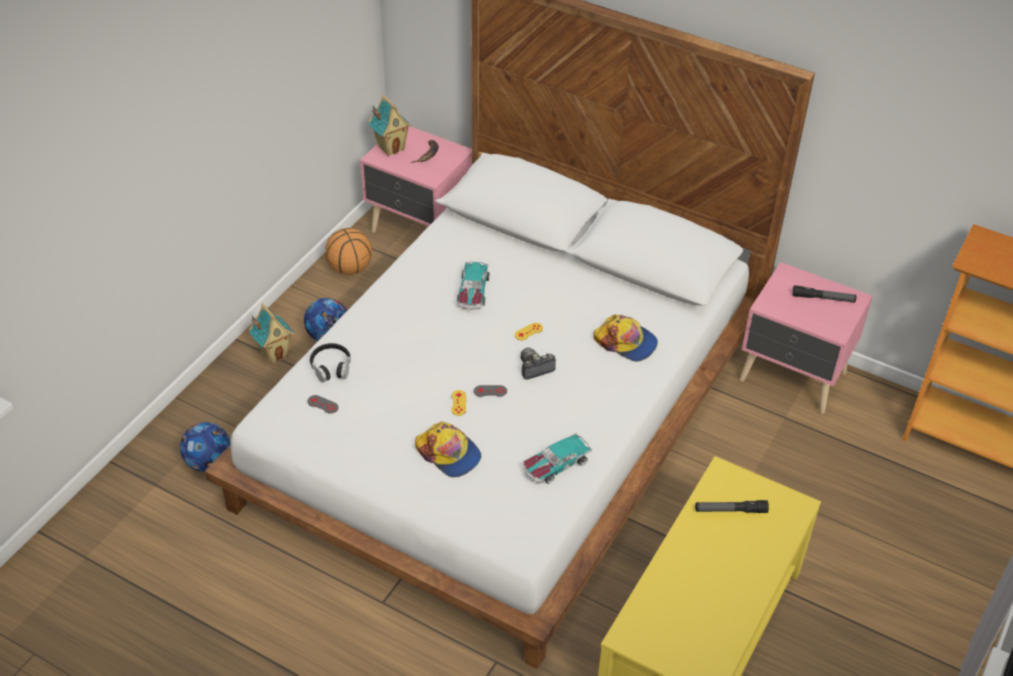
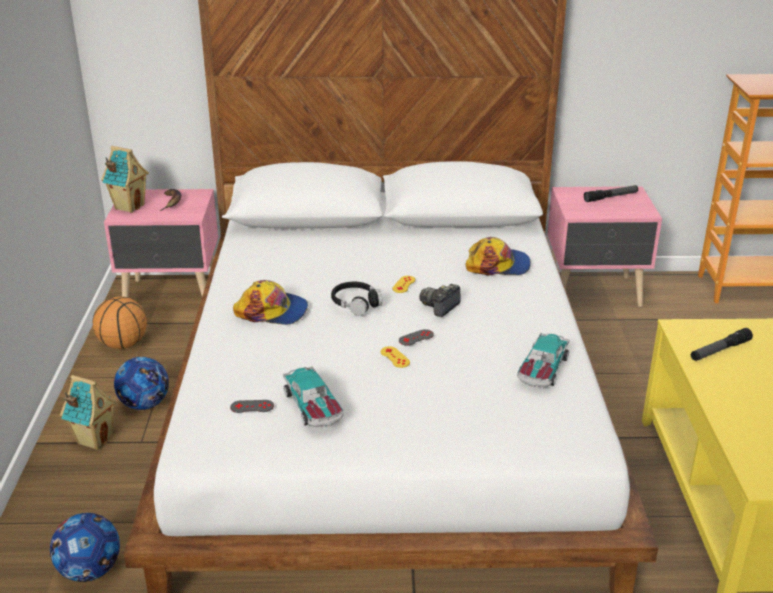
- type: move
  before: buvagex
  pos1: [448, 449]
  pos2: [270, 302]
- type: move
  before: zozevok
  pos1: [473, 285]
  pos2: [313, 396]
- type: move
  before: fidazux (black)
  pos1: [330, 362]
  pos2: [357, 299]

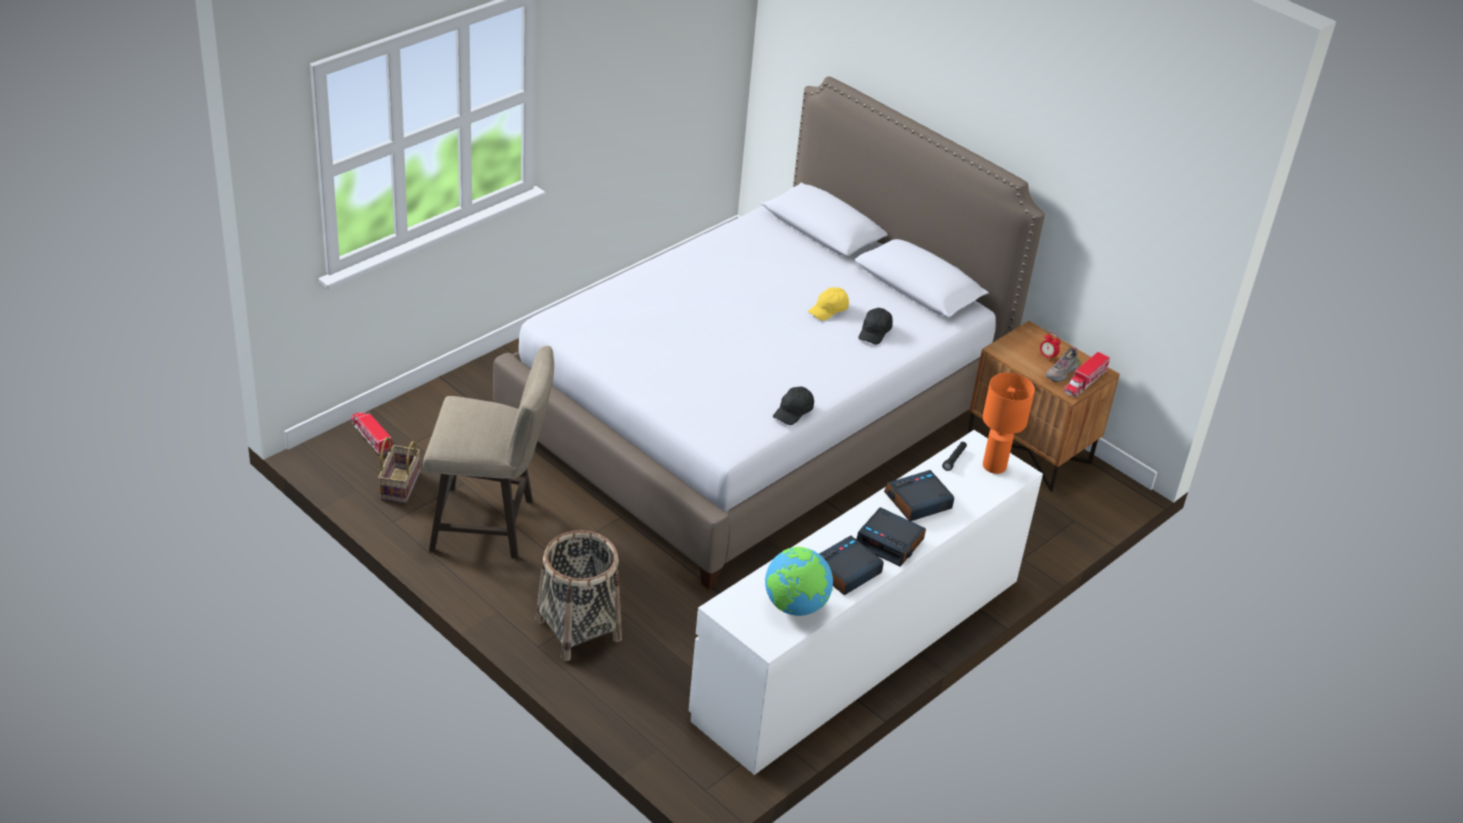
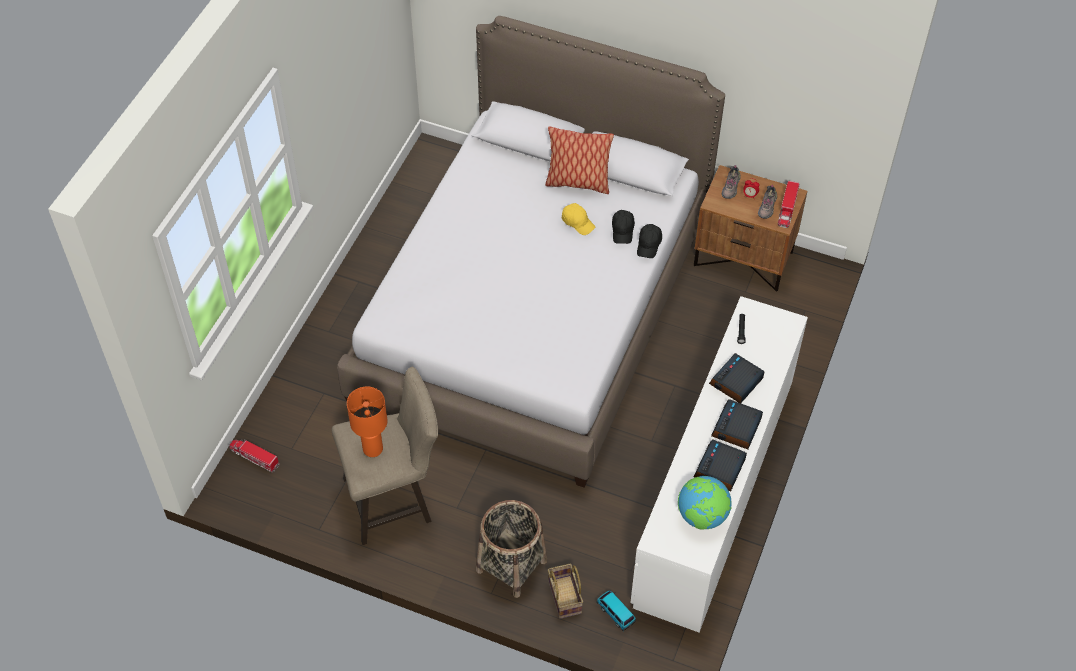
- type: move
  before: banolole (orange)
  pos1: [1009, 423]
  pos2: [367, 421]
- type: insert
  after: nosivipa
  pos2: [579, 160]
- type: move
  before: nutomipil
  pos1: [399, 470]
  pos2: [565, 591]
- type: rotate
  before: buvagex (yellow)
  pos1: [828, 304]
  pos2: [578, 219]
  turn: -75
- type: insert
  after: zozevok
  pos2: [616, 610]
- type: move
  before: buvagex (black)
  pos1: [793, 406]
  pos2: [649, 241]
- type: rotate
  before: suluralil
  pos1: [891, 537]
  pos2: [737, 424]
  turn: 105
- type: insert
  after: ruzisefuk
  pos2: [731, 182]

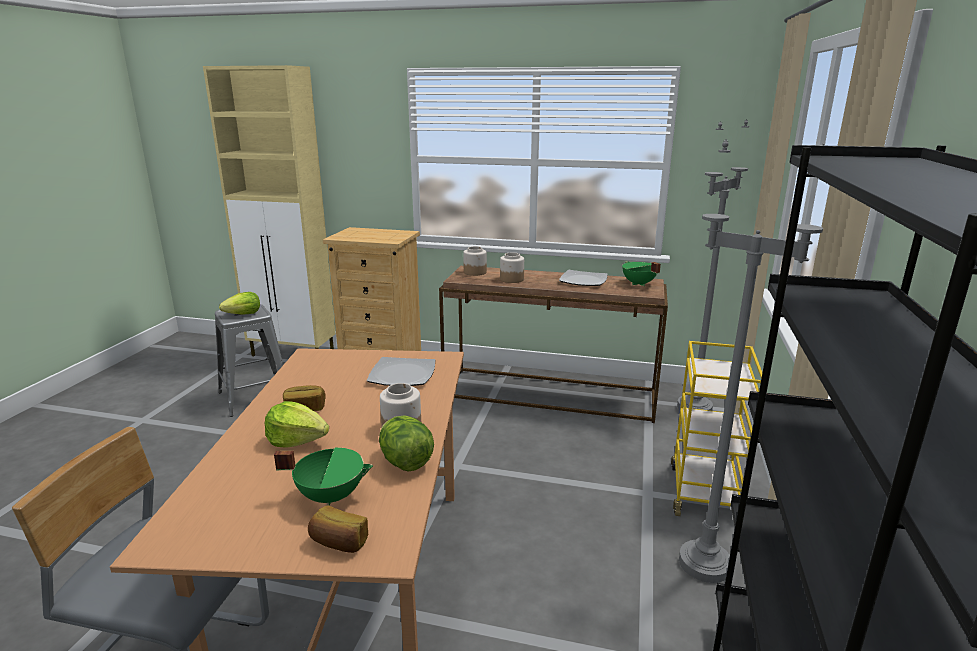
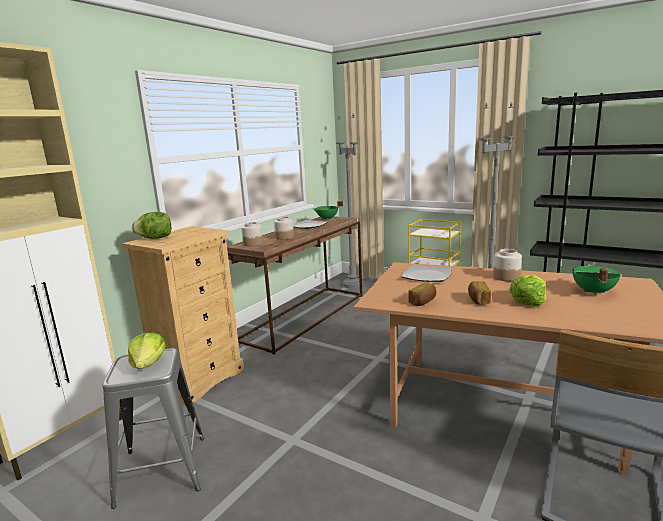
- type: move
  before: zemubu
  pos1: [406, 443]
  pos2: [151, 225]
- type: move
  before: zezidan
  pos1: [338, 529]
  pos2: [422, 294]

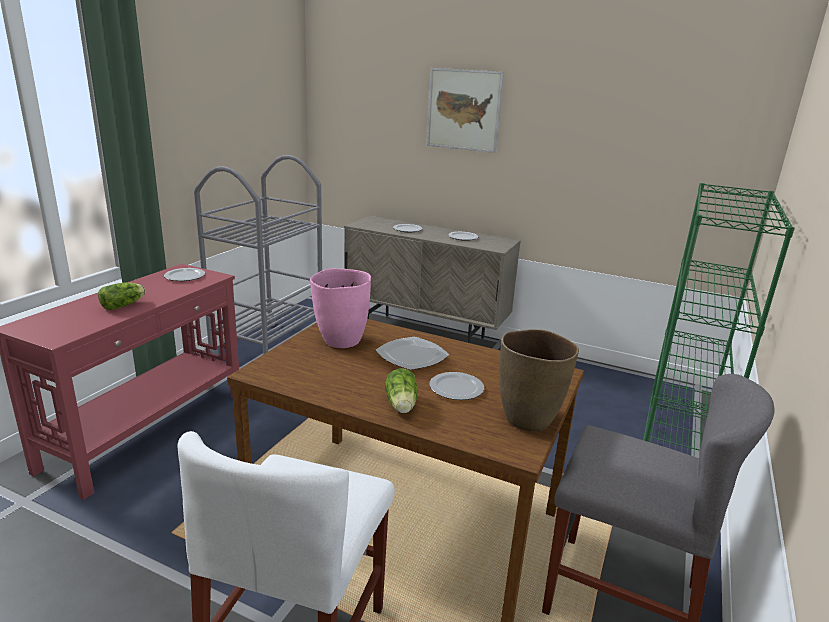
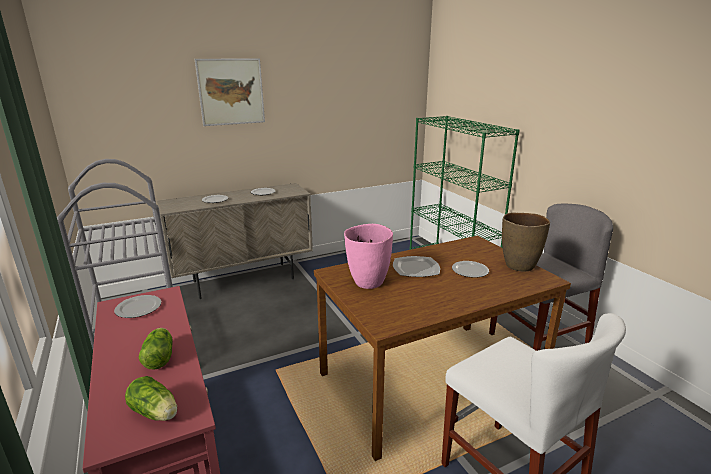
- type: move
  before: zemubu
  pos1: [401, 391]
  pos2: [151, 398]

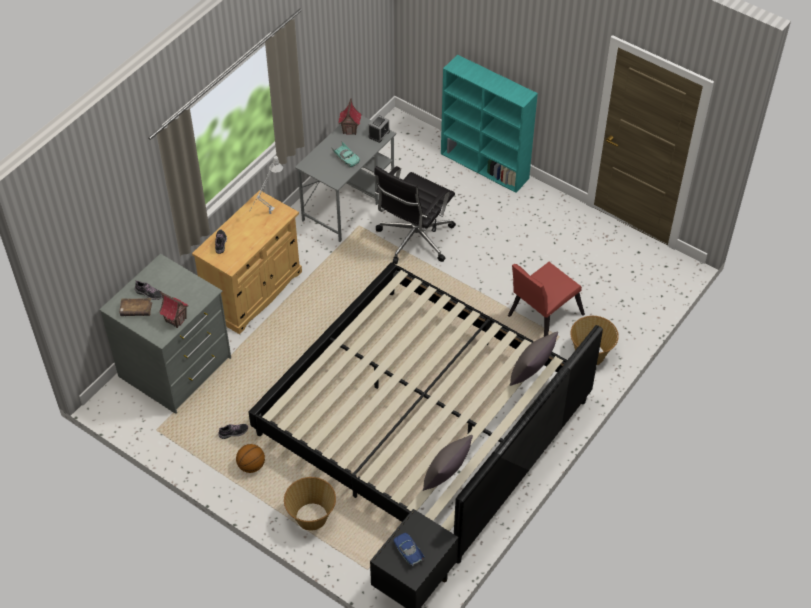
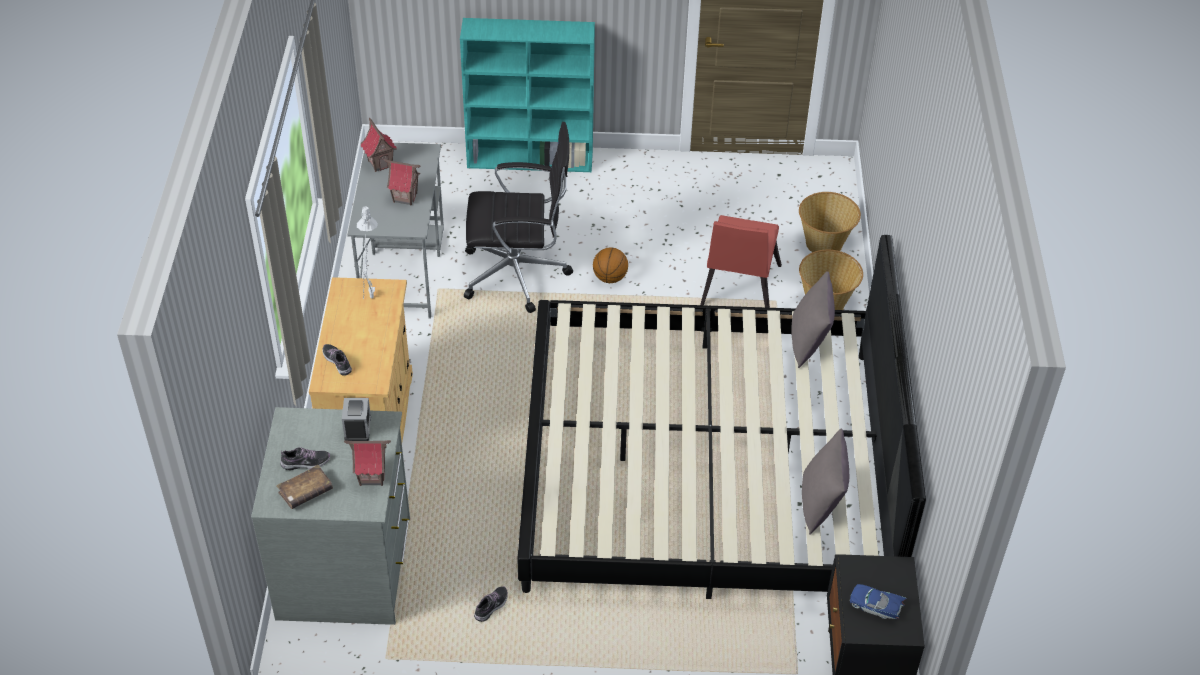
- type: move
  before: suluralil
  pos1: [379, 128]
  pos2: [356, 419]
- type: replace
  before: zozevok (turquoise)
  after: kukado
  pos1: [345, 154]
  pos2: [402, 182]
- type: rotate
  before: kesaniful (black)
  pos1: [415, 215]
  pos2: [518, 217]
  turn: -90
- type: move
  before: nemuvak
  pos1: [250, 458]
  pos2: [610, 265]
- type: move
  before: nutomipil
  pos1: [310, 503]
  pos2: [830, 222]

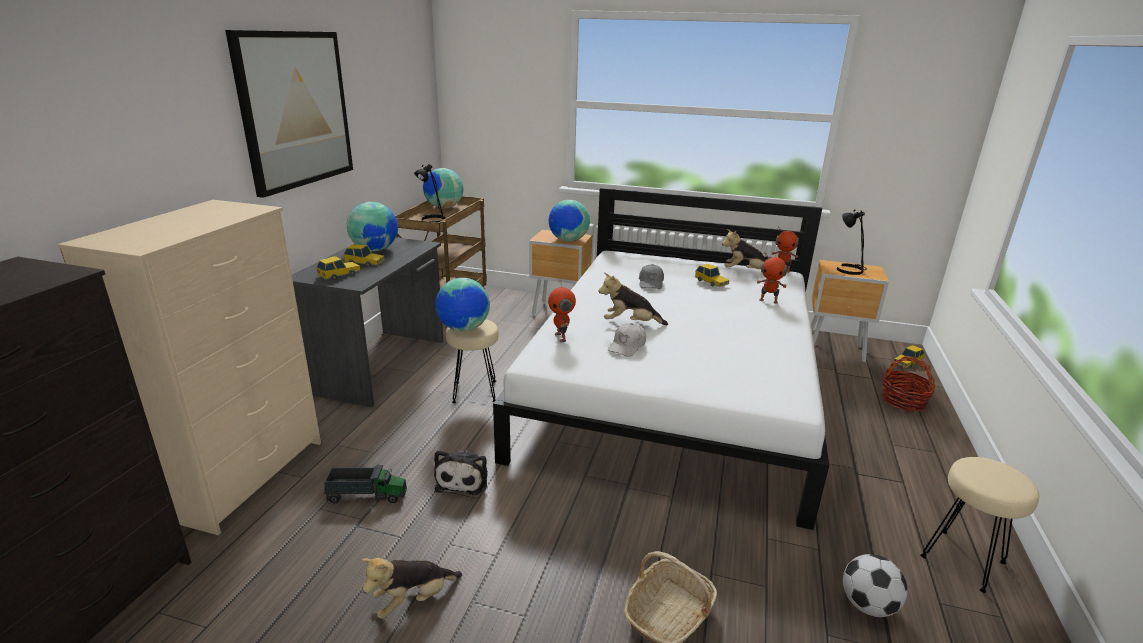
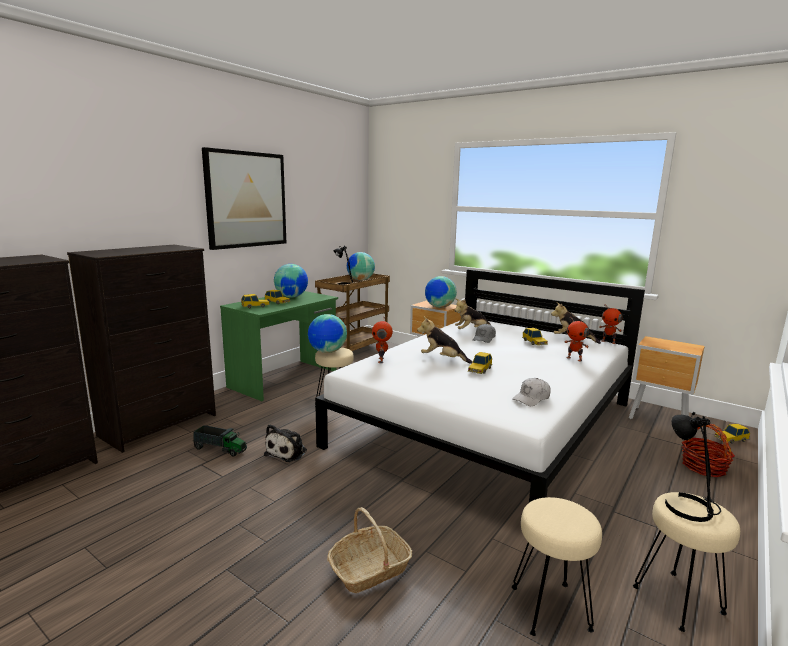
- type: recolor
  before: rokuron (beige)
  after: rokuron (black)
  pos1: [189, 367]
  pos2: [141, 349]
- type: recolor
  before: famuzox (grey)
  after: famuzox (green)
  pos1: [368, 322]
  pos2: [279, 346]
- type: move
  before: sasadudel
  pos1: [412, 588]
  pos2: [473, 313]
- type: insert
  after: zozevok
  pos2: [480, 363]
- type: move
  before: buvagex (white)
  pos1: [627, 340]
  pos2: [531, 392]
- type: replace
  before: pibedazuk
  after: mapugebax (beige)
  pos1: [875, 585]
  pos2: [557, 566]
- type: move
  before: banolole (black)
  pos1: [852, 242]
  pos2: [693, 467]

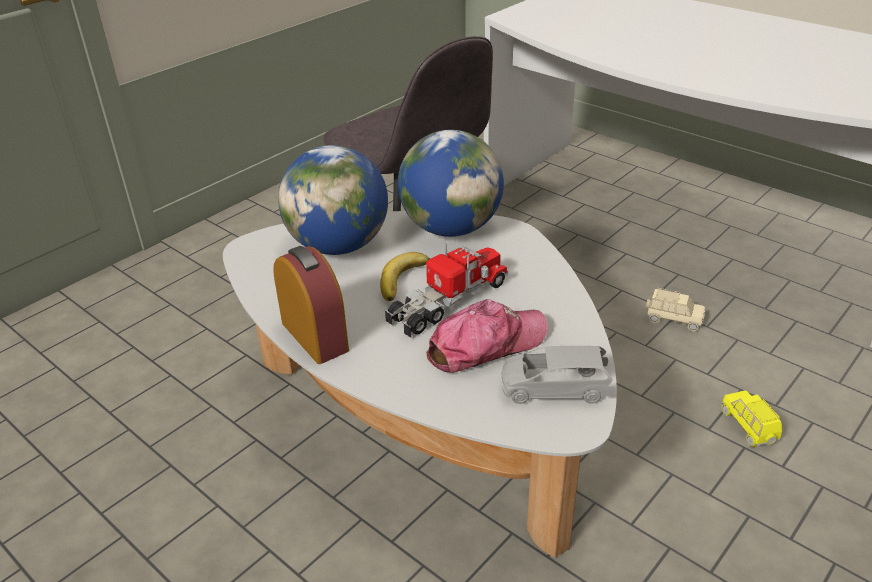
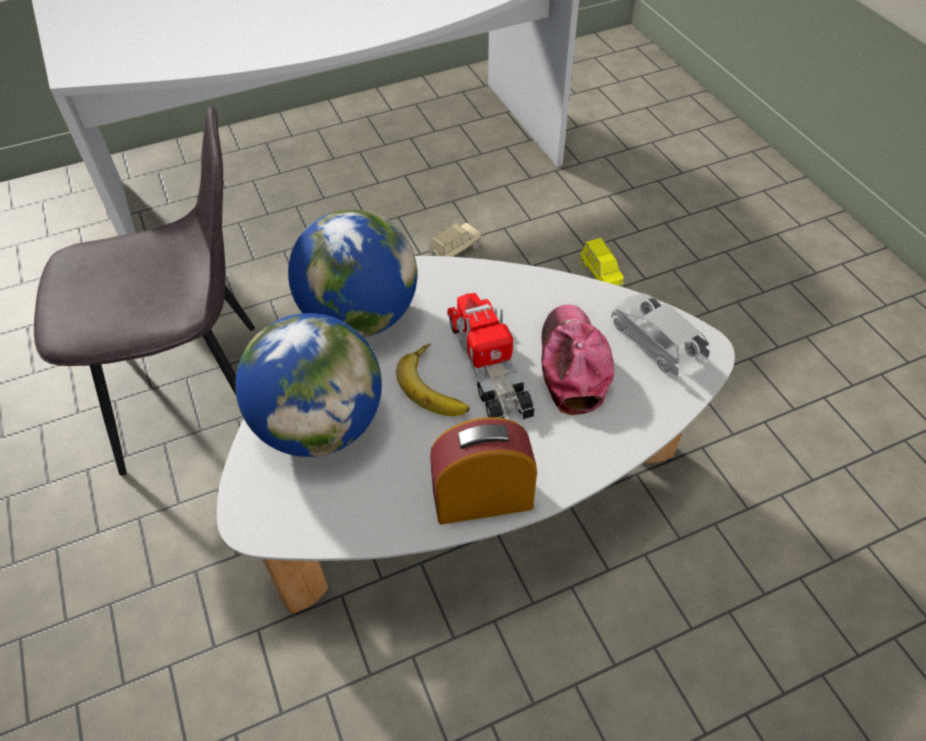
- type: rotate
  before: zozevok (yellow)
  pos1: [752, 418]
  pos2: [602, 262]
  turn: -120
- type: rotate
  before: zozevok (grey)
  pos1: [558, 375]
  pos2: [660, 335]
  turn: 120

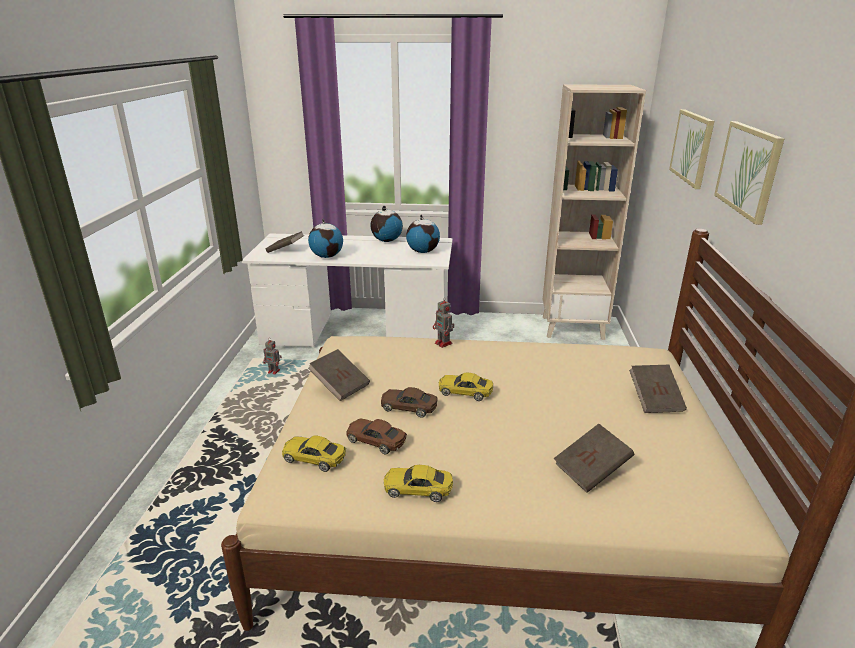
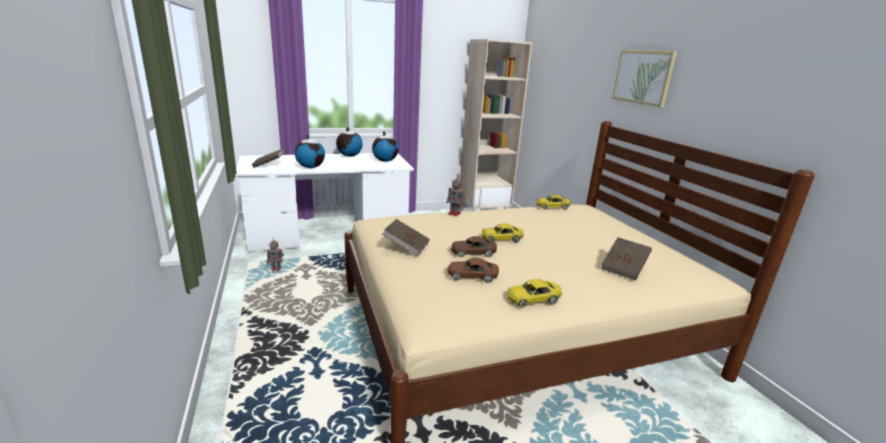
- type: move
  before: zozevok (yellow)
  pos1: [314, 454]
  pos2: [553, 202]
- type: delete
  before: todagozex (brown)
  pos1: [658, 389]
- type: delete
  before: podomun
  pos1: [691, 149]

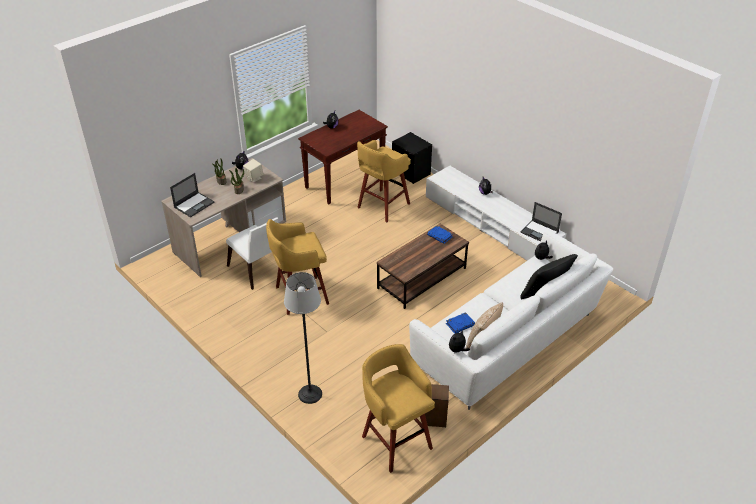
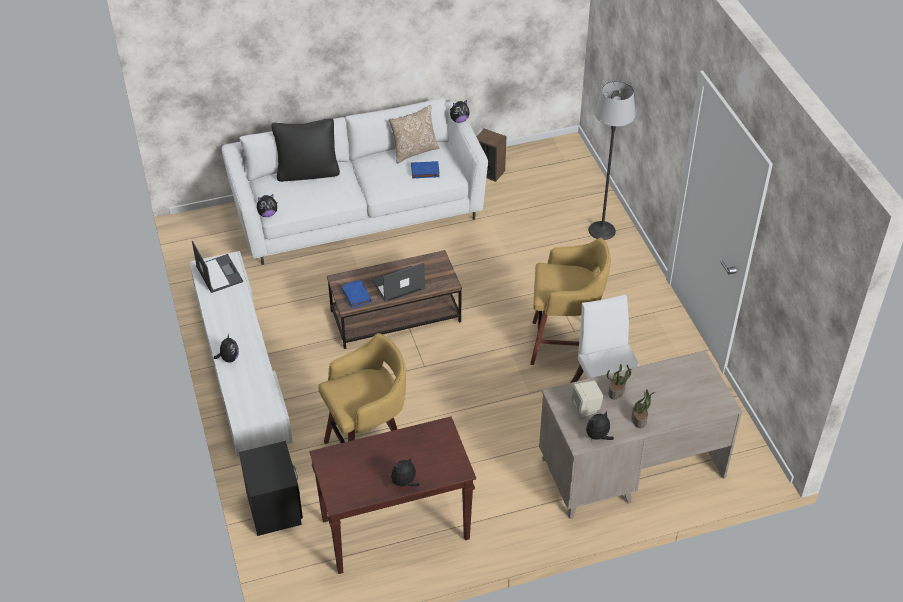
- type: move
  before: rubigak
  pos1: [192, 195]
  pos2: [398, 282]
- type: delete
  before: mapugebax (yellow)
  pos1: [398, 408]

